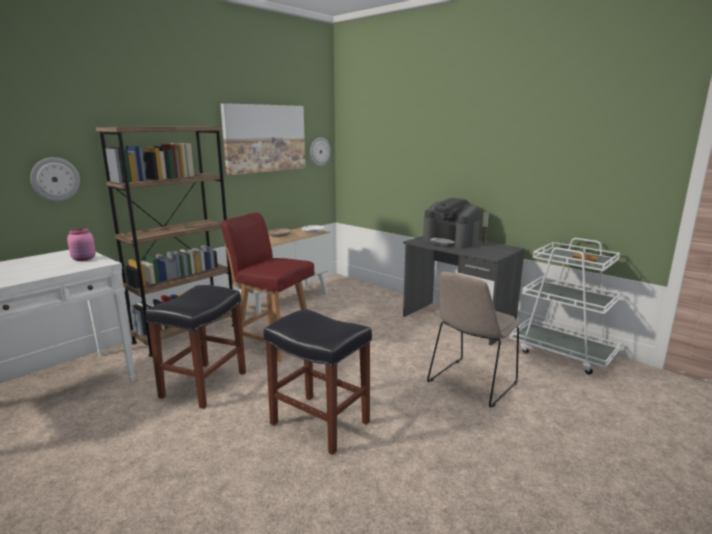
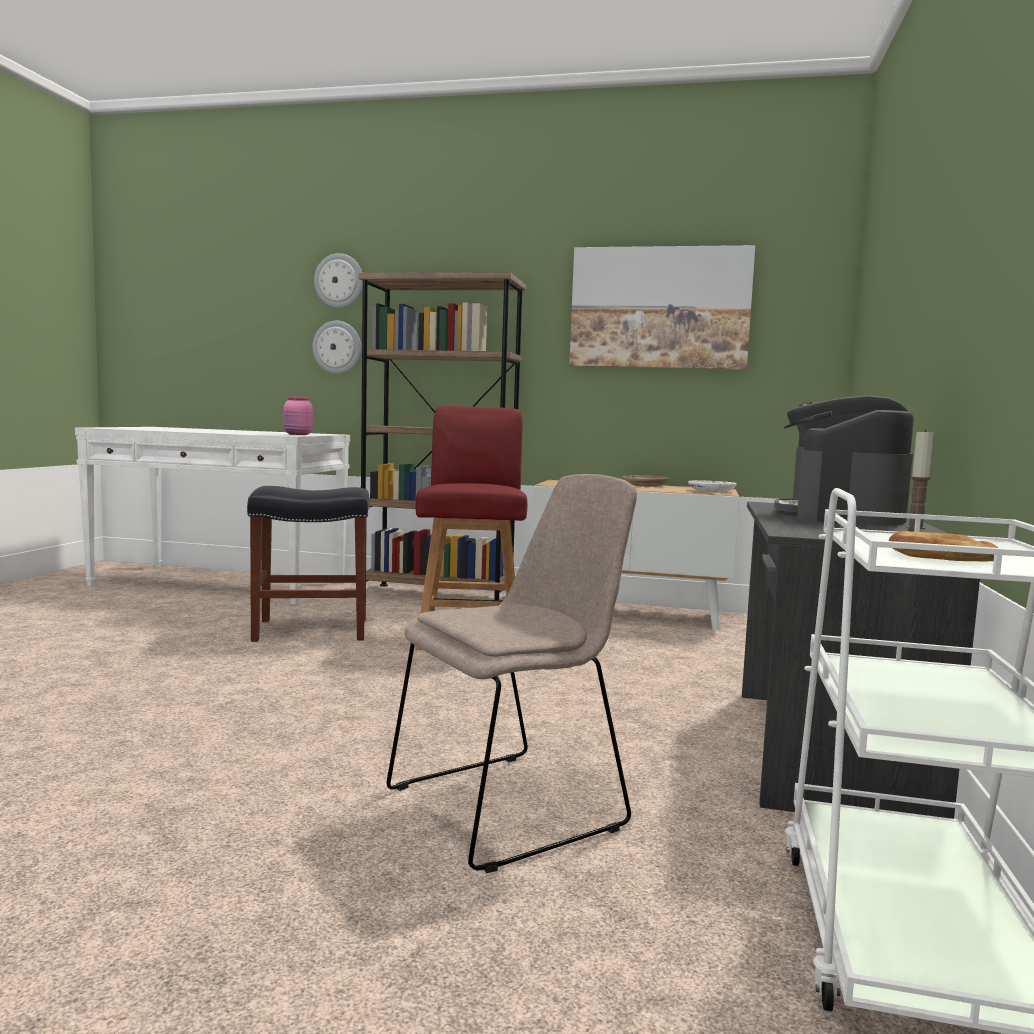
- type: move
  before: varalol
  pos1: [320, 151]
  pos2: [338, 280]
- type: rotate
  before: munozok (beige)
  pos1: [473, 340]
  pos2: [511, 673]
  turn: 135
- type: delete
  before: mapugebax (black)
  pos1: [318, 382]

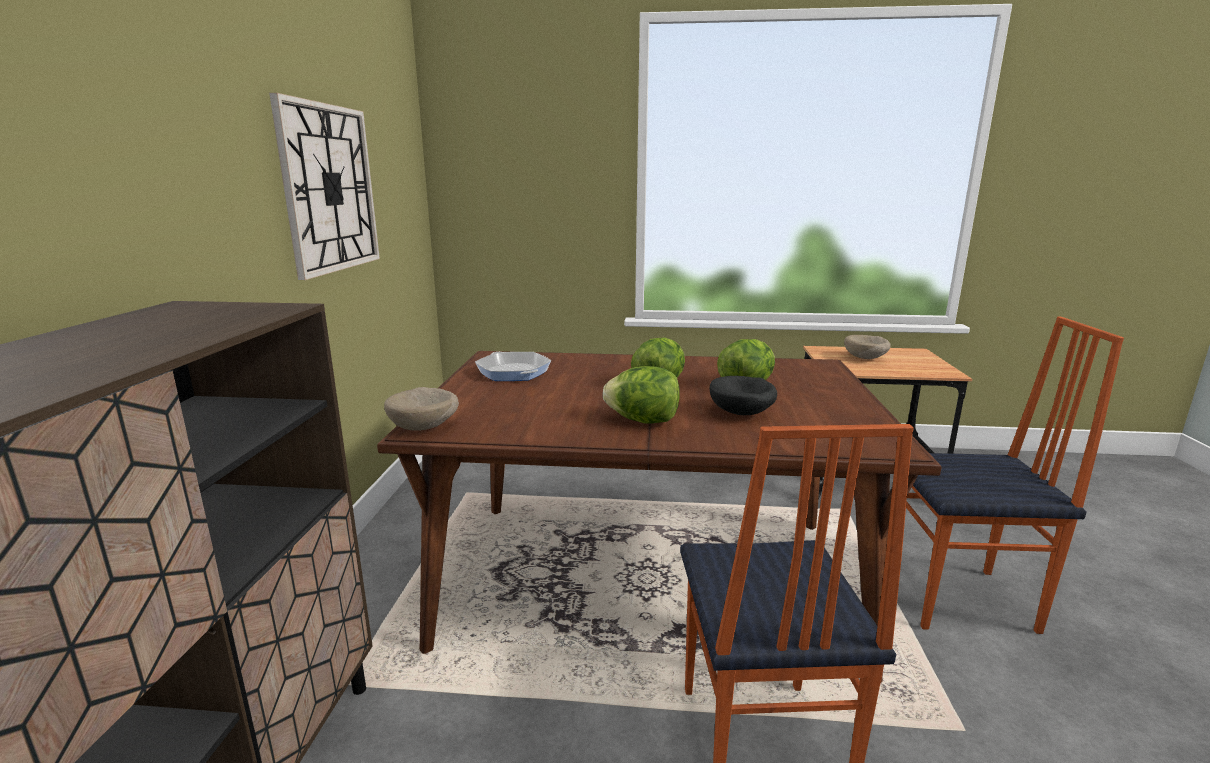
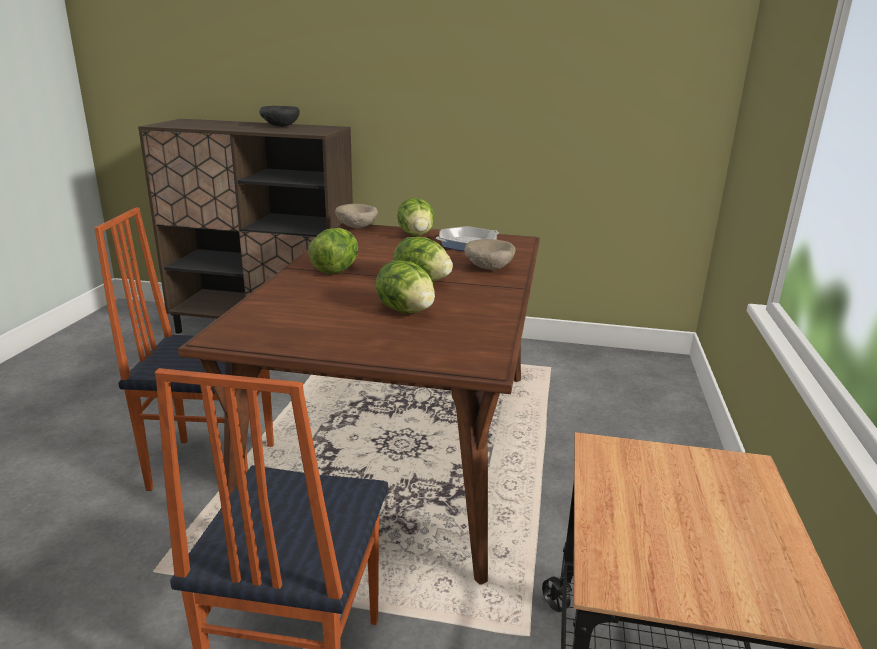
- type: move
  before: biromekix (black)
  pos1: [743, 395]
  pos2: [279, 116]
- type: insert
  after: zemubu
  pos2: [415, 217]
- type: move
  before: biromekix (beige)
  pos1: [867, 347]
  pos2: [489, 254]
- type: delete
  before: varalol
  pos1: [324, 186]

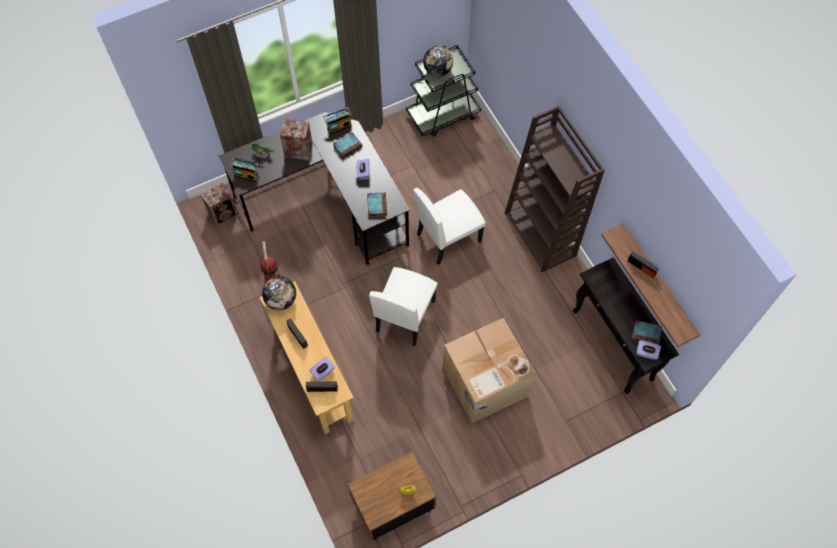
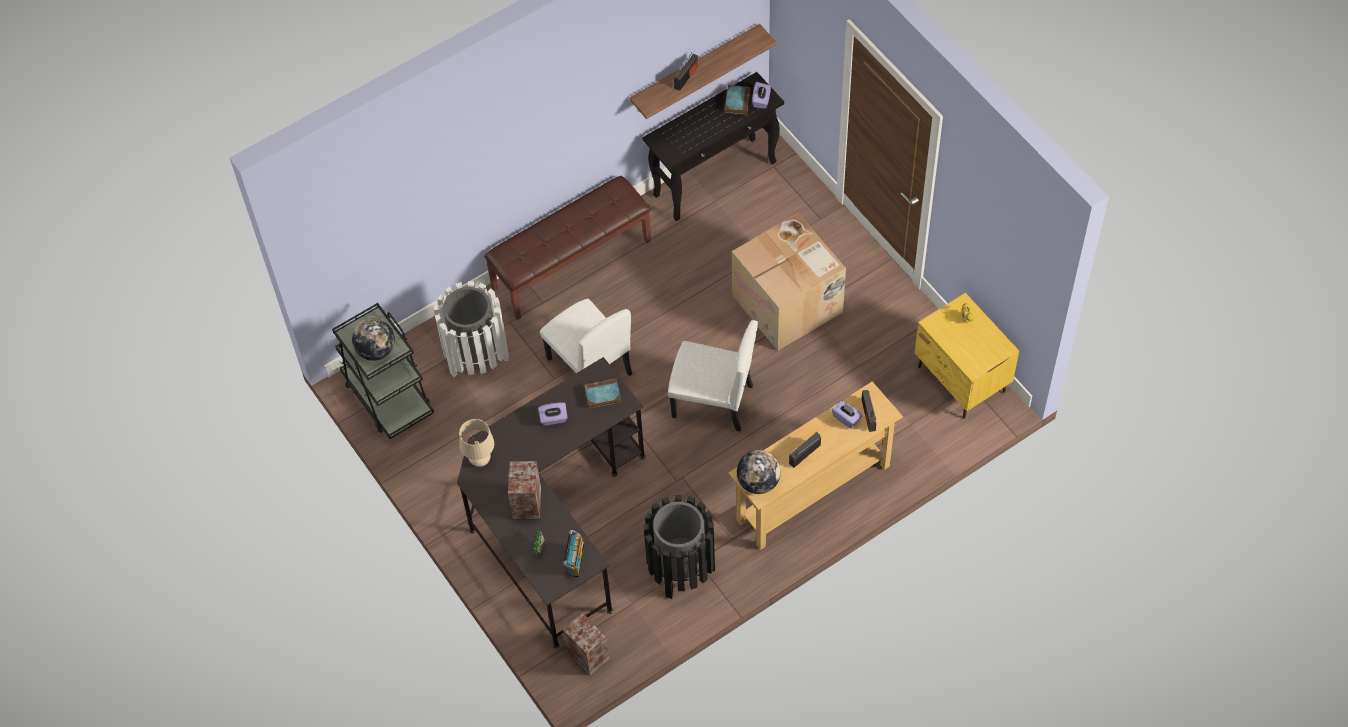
- type: insert
  after: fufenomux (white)
  pos2: [471, 329]
- type: replace
  before: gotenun
  after: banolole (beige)
  pos1: [338, 121]
  pos2: [476, 443]
- type: replace
  before: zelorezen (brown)
  after: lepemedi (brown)
  pos1: [555, 188]
  pos2: [567, 248]
- type: replace
  before: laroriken
  after: fufenomux (black)
  pos1: [270, 261]
  pos2: [679, 547]
- type: recolor
  before: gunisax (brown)
  after: gunisax (yellow)
  pos1: [392, 496]
  pos2: [967, 356]
- type: delete
  before: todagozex
  pos1: [347, 145]

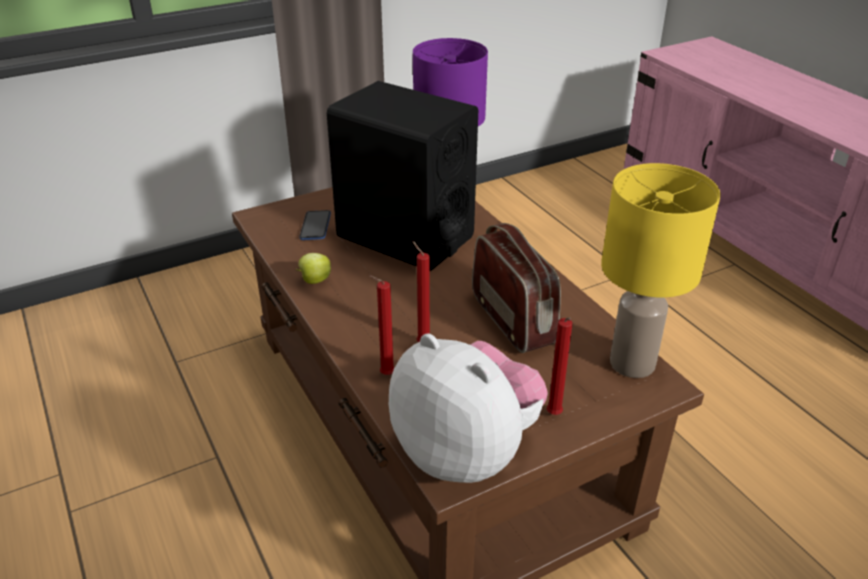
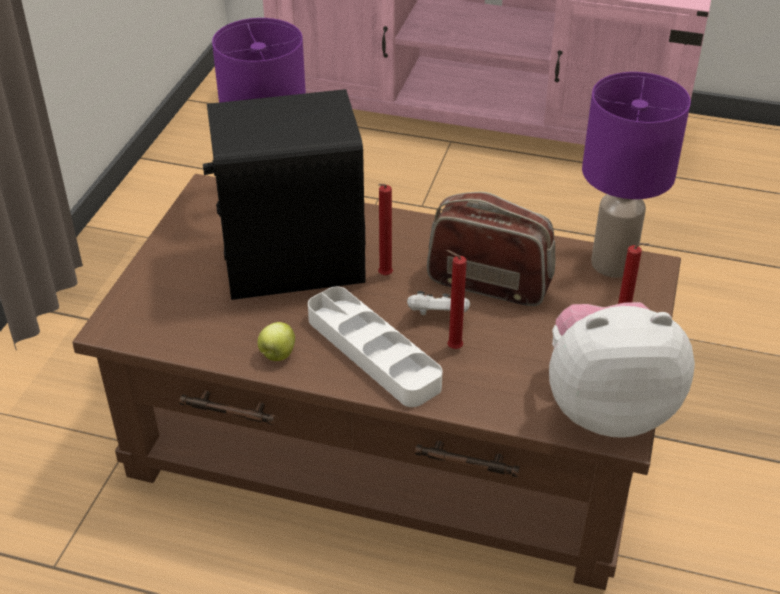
- type: insert
  after: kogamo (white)
  pos2: [375, 347]
- type: move
  before: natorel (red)
  pos1: [381, 325]
  pos2: [385, 229]
- type: insert
  after: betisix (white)
  pos2: [438, 303]
- type: recolor
  before: banolole (yellow)
  after: banolole (purple)
  pos1: [661, 270]
  pos2: [636, 175]
- type: delete
  before: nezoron
  pos1: [315, 225]

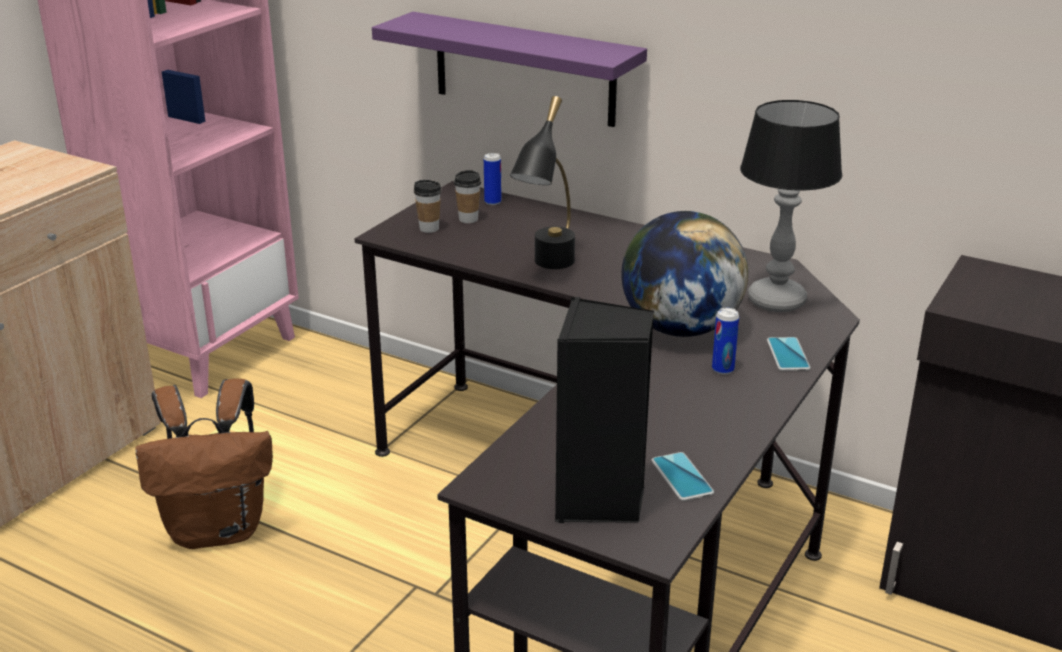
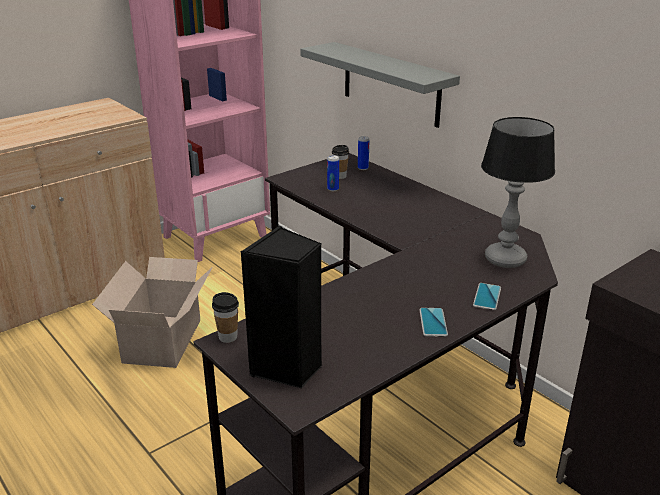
- type: replace
  before: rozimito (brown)
  after: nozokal
  pos1: [204, 463]
  pos2: [152, 312]
- type: move
  before: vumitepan
  pos1: [428, 206]
  pos2: [225, 317]
- type: recolor
  before: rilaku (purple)
  after: rilaku (grey)
  pos1: [509, 69]
  pos2: [380, 85]
- type: move
  before: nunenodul
  pos1: [725, 341]
  pos2: [333, 173]
- type: move
  before: nezoron
  pos1: [682, 476]
  pos2: [433, 322]
- type: delete
  before: banolole (black)
  pos1: [542, 182]
- type: delete
  before: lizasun
  pos1: [684, 274]

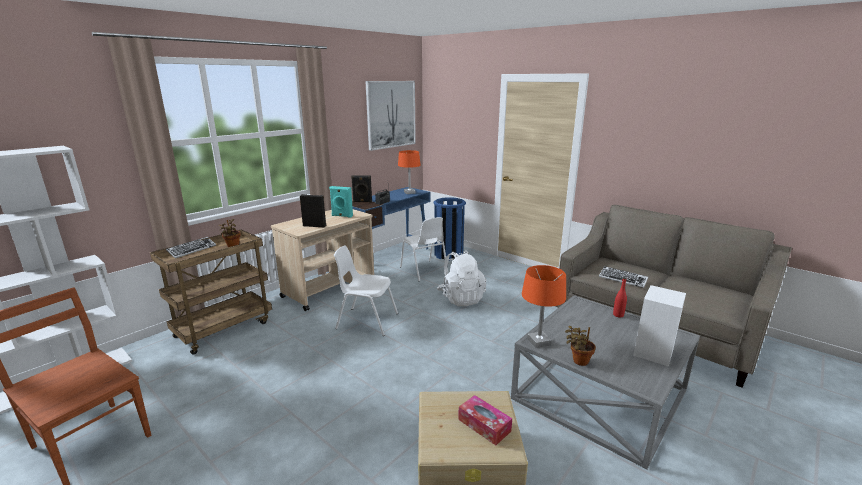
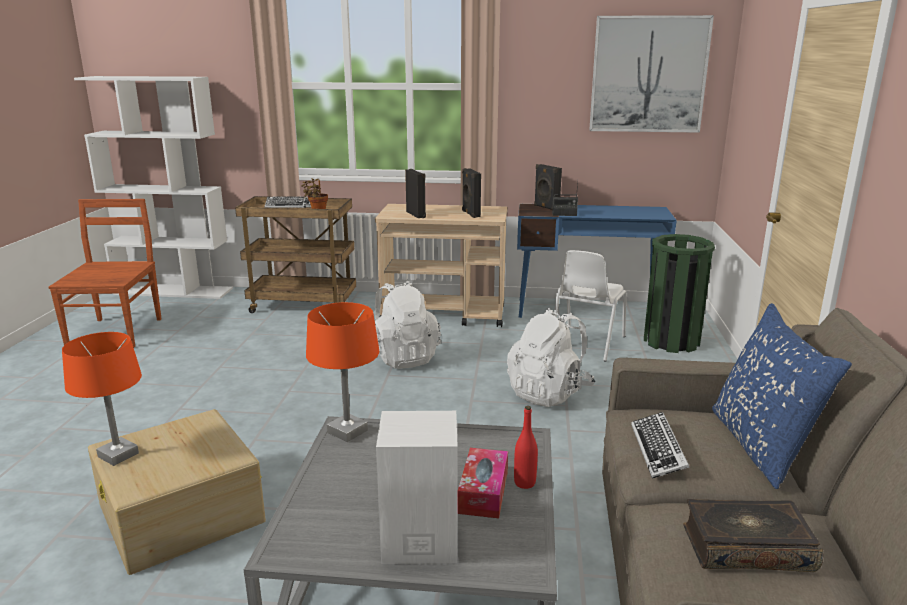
- type: move
  before: banolole (orange)
  pos1: [409, 172]
  pos2: [102, 399]
- type: replace
  before: munozok (white)
  after: rozimito (white)
  pos1: [366, 290]
  pos2: [408, 325]
- type: move
  before: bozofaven
  pos1: [485, 420]
  pos2: [483, 483]
- type: recolor
  before: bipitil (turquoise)
  after: bipitil (black)
  pos1: [341, 202]
  pos2: [471, 193]
- type: recolor
  before: fufenomux (blue)
  after: fufenomux (green)
  pos1: [450, 229]
  pos2: [679, 293]
- type: insert
  after: todagozex
  pos2: [753, 535]
- type: insert
  after: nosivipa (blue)
  pos2: [782, 396]
- type: delete
  before: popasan
  pos1: [580, 346]

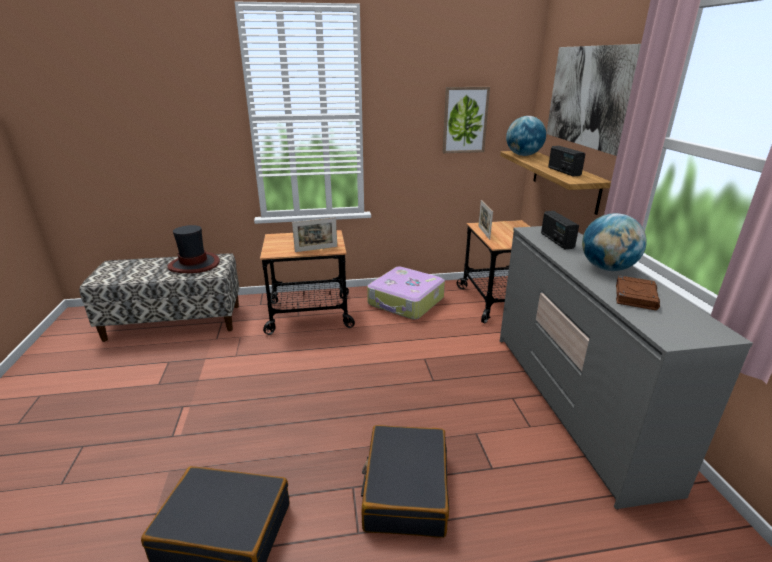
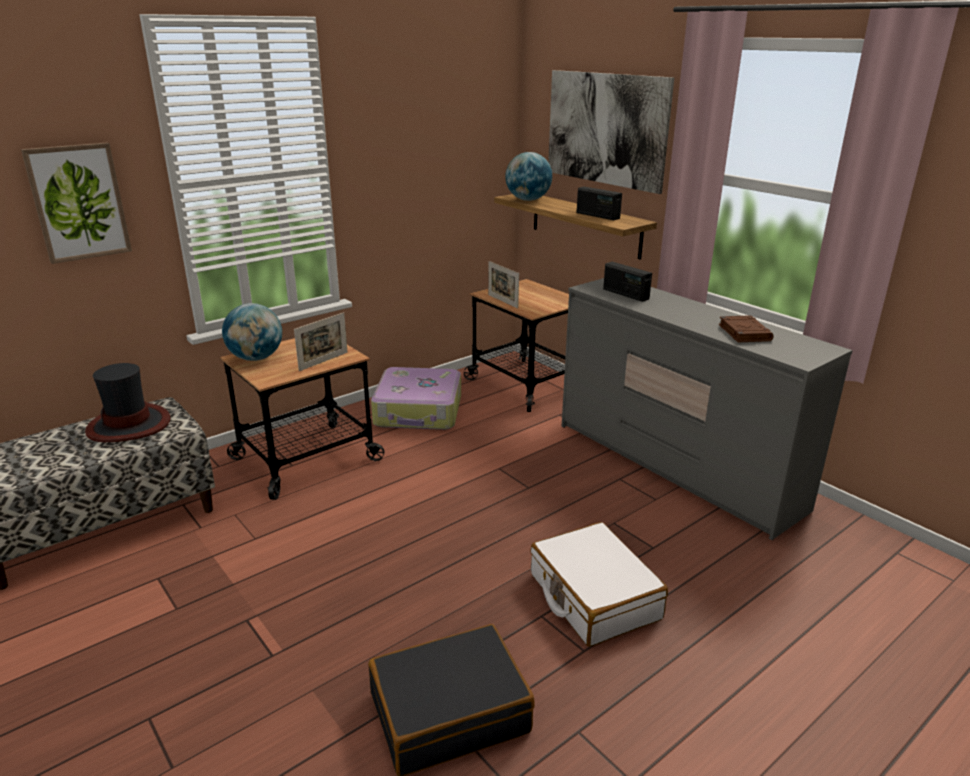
- type: move
  before: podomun
  pos1: [466, 120]
  pos2: [76, 203]
- type: move
  before: lizasun
  pos1: [614, 242]
  pos2: [252, 332]
- type: recolor
  before: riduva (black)
  after: riduva (white)
  pos1: [405, 481]
  pos2: [599, 584]

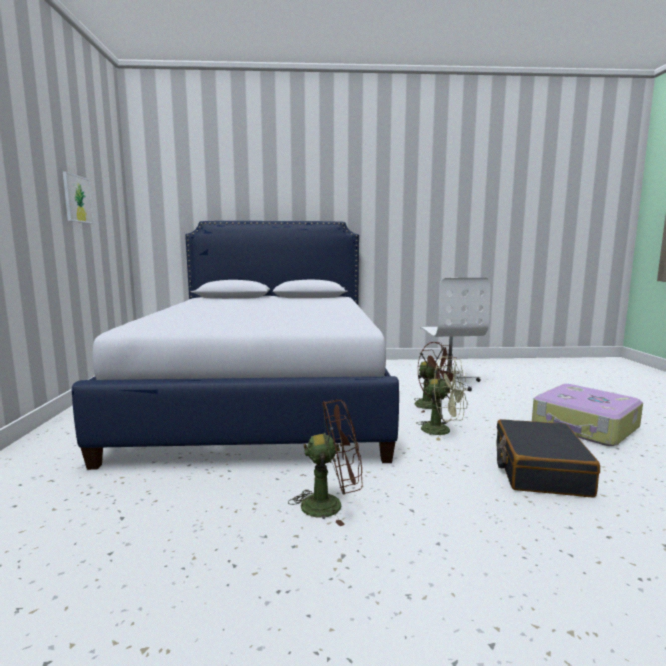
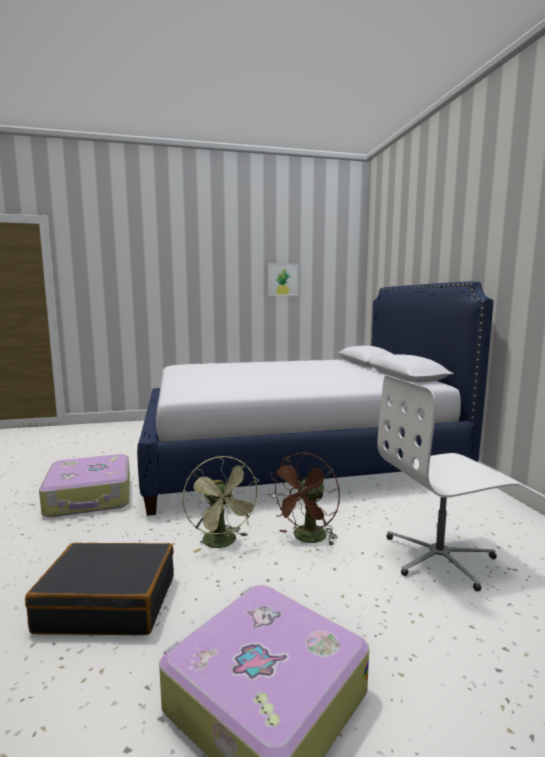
- type: replace
  before: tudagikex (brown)
  after: riduva
  pos1: [325, 463]
  pos2: [84, 485]
- type: rotate
  before: tudagikex (green)
  pos1: [442, 398]
  pos2: [221, 504]
  turn: -45

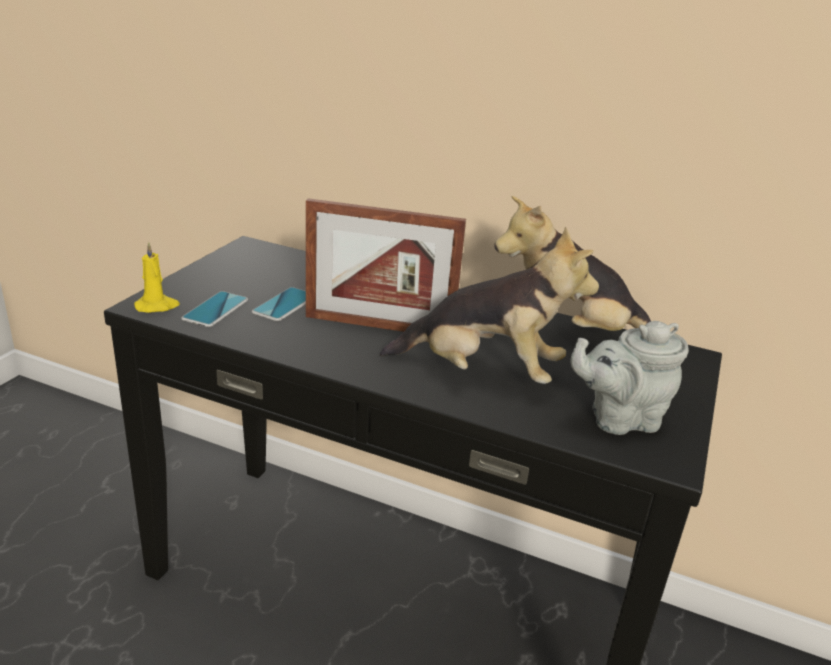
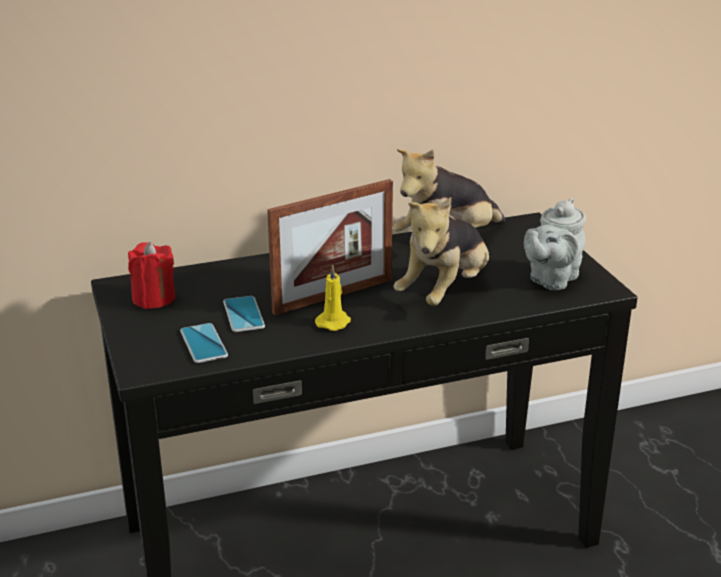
- type: insert
  after: natorel (red)
  pos2: [151, 275]
- type: move
  before: natorel (yellow)
  pos1: [157, 277]
  pos2: [333, 298]
- type: rotate
  before: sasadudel
  pos1: [489, 305]
  pos2: [441, 251]
  turn: 150

